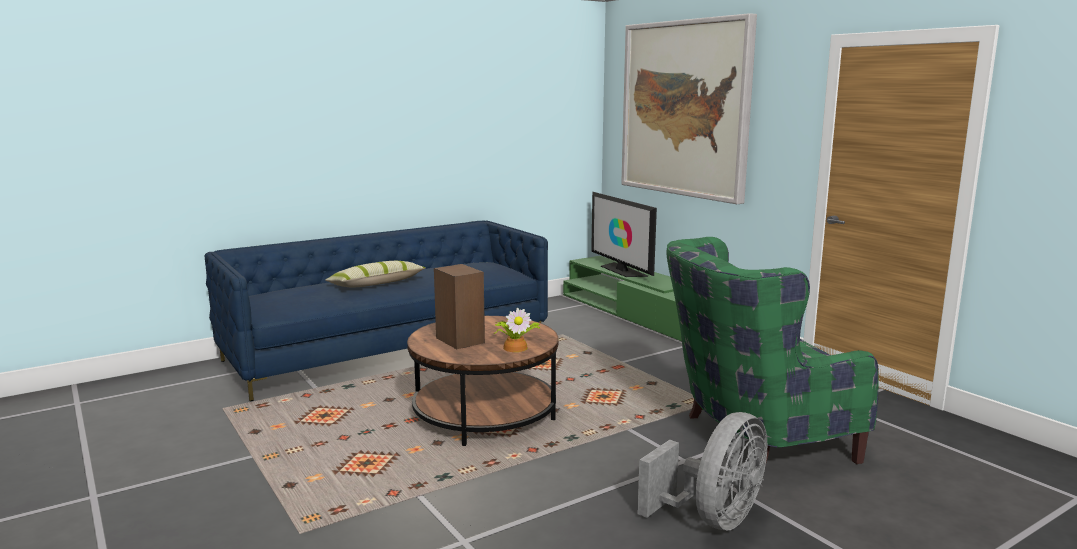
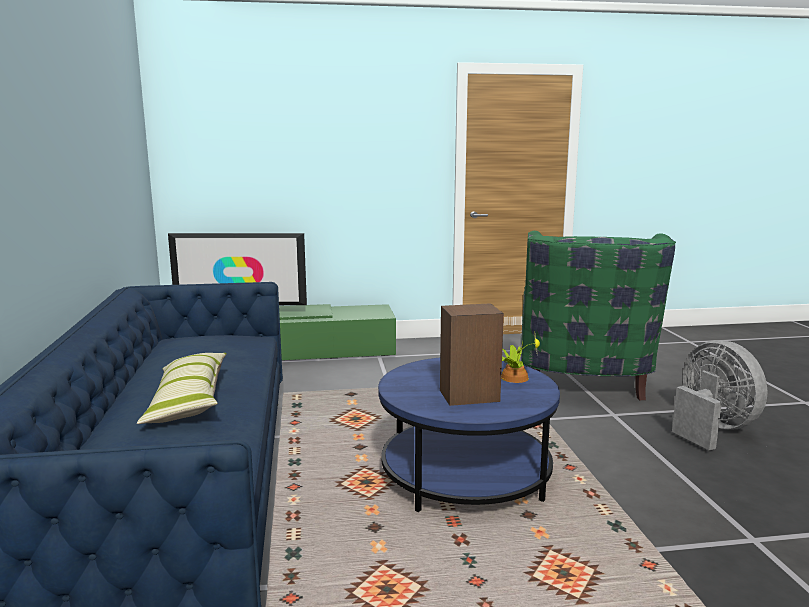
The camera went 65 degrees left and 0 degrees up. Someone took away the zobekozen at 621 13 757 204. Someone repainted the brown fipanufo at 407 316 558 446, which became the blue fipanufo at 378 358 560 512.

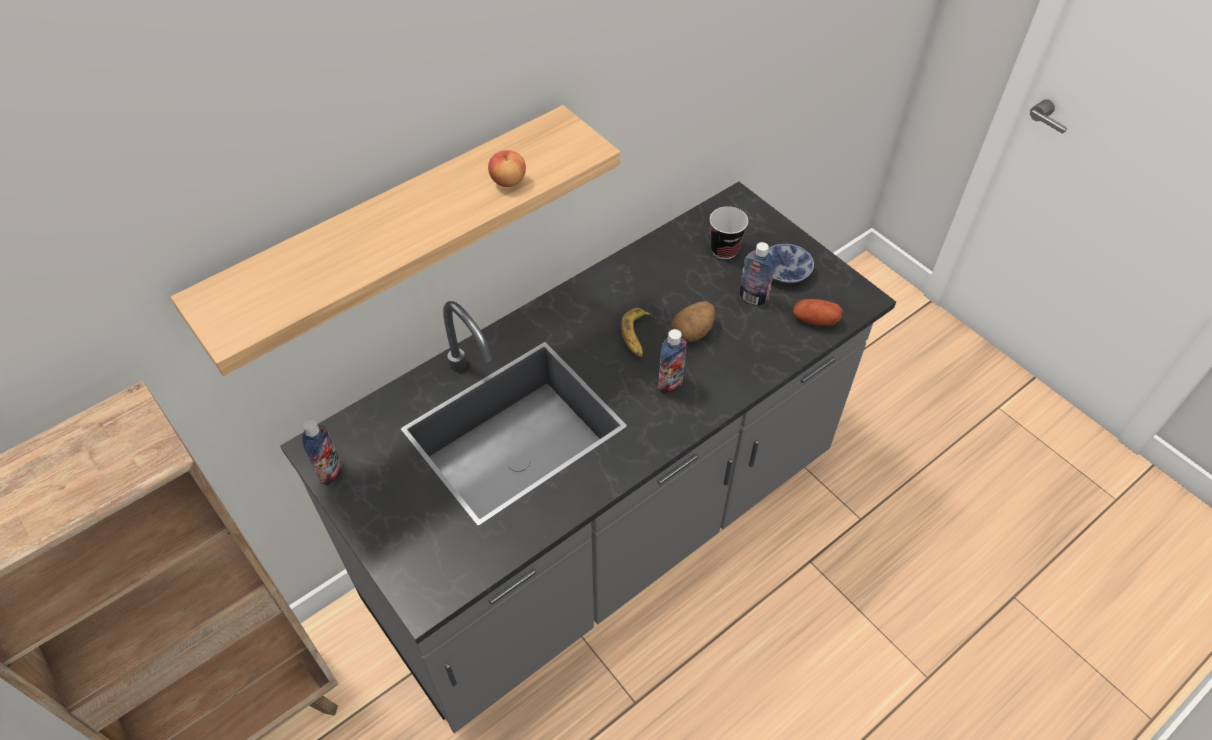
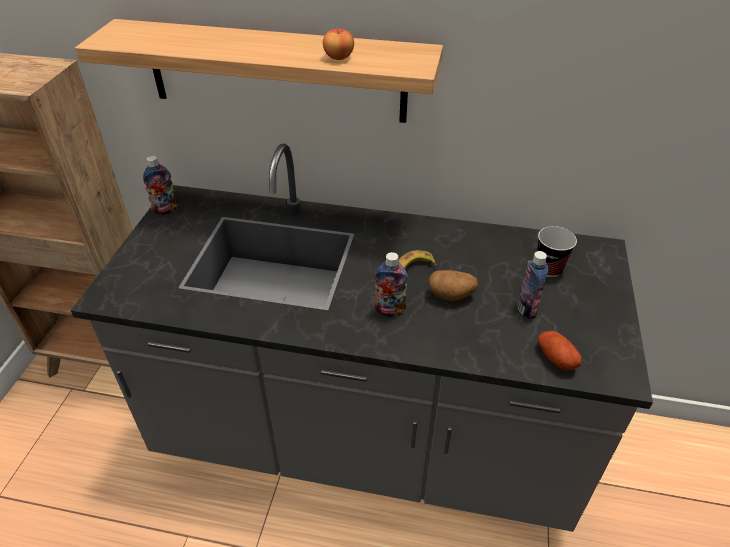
The camera went 50 degrees right and 10 degrees down. Someone took away the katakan at 768 244 814 283.

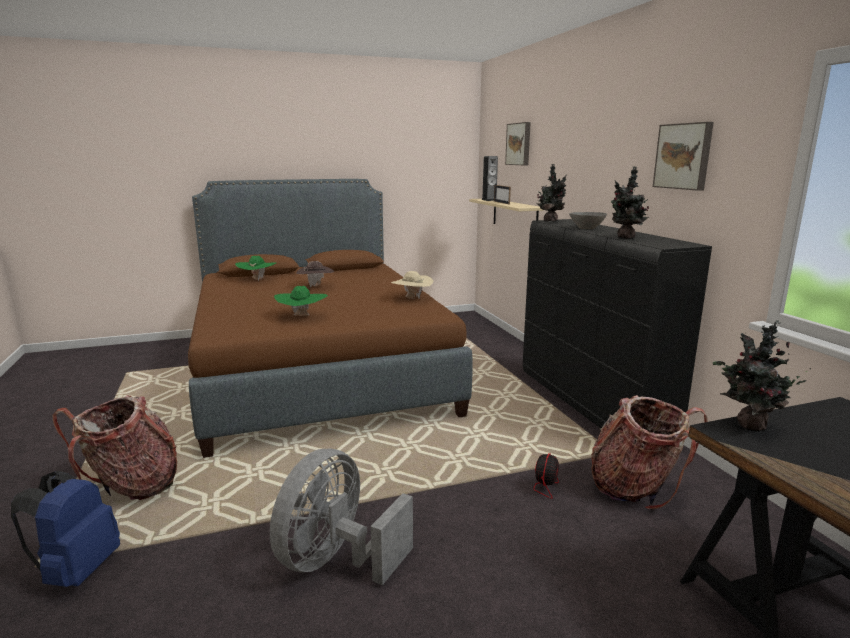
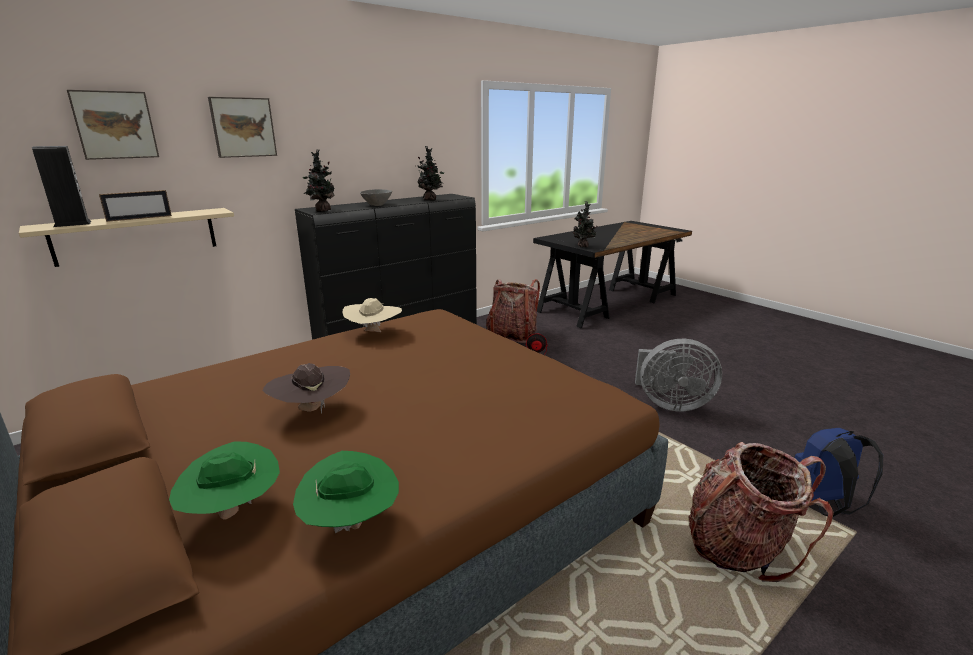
The camera went 110 degrees left and 5 degrees up. Someone carried the zobekozen from 653 122 714 191 to 208 97 277 158. Someone carried the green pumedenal from 274 286 328 316 to 293 451 399 533.

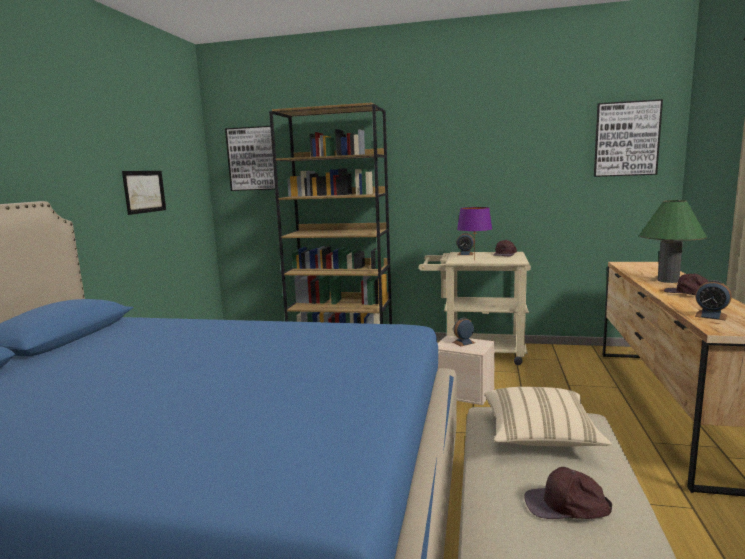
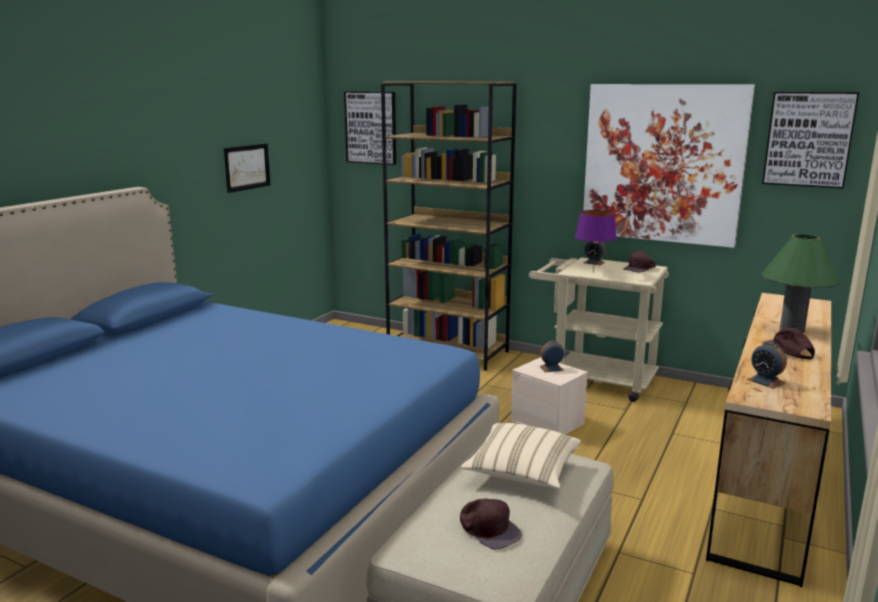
The camera went 15 degrees right and 5 degrees up. Someone rotated the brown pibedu at 524 467 612 519 by 150 degrees counterclockwise. Someone put up the zobekozen at 583 84 755 248.

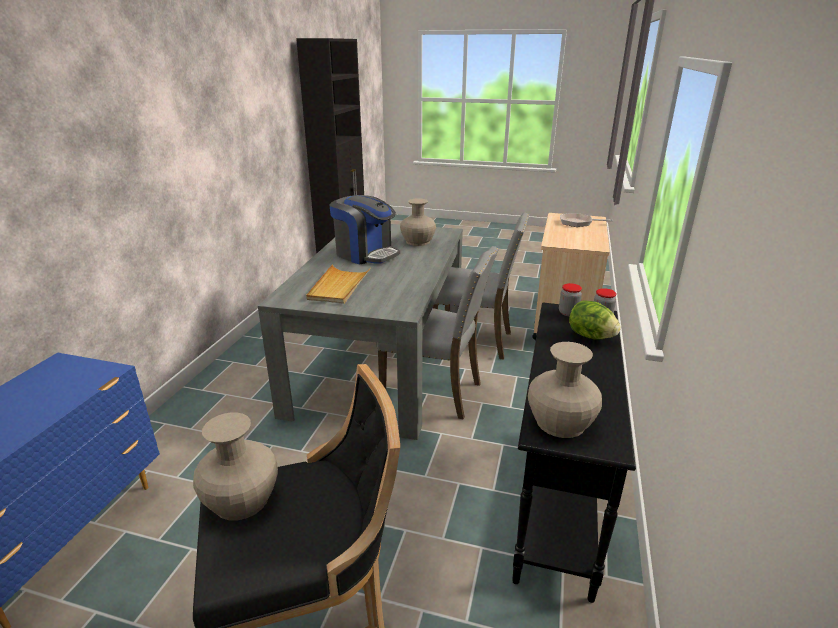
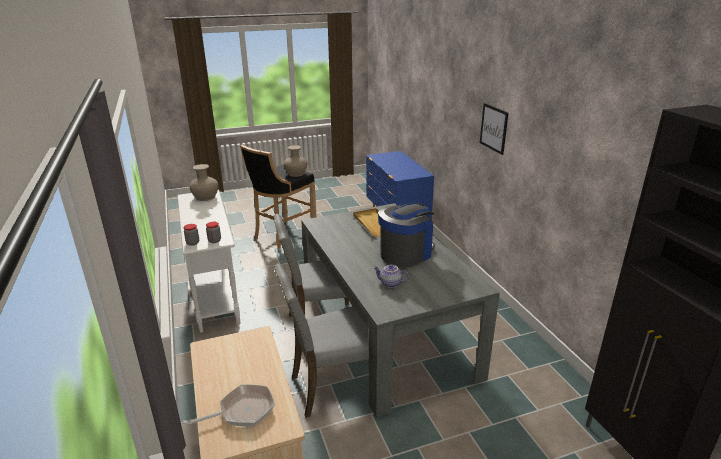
The camera went 145 degrees right and 0 degrees up. Someone rotated the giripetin at 329 195 400 264 by 135 degrees clockwise. Someone swapped the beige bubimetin at 400 198 436 246 for the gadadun at 373 264 409 288. Someone took away the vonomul at 569 300 621 340. Someone repainted the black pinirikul at 512 303 636 603, which became the white pinirikul at 177 190 241 333. Someone put up the zobekozen at 480 103 509 155.

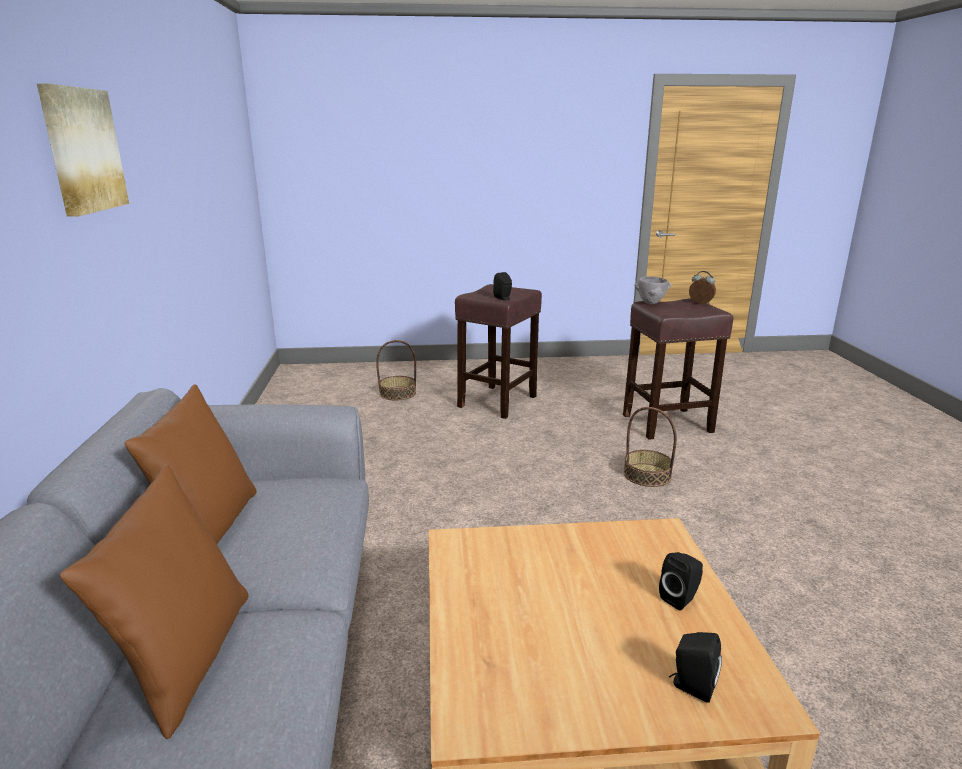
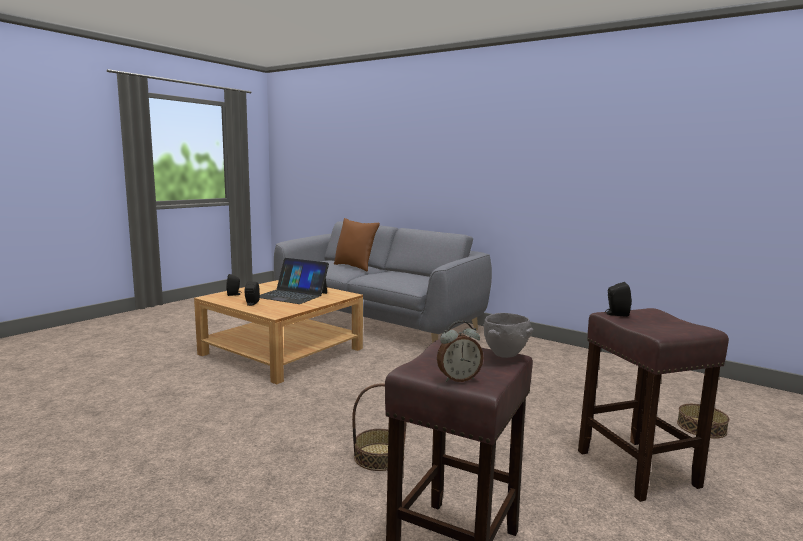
The camera went 130 degrees right and 10 degrees down. Someone took away the zobekozen at 37 84 129 216. Someone took away the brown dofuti at 124 384 257 544. Someone put down the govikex at 260 258 329 304.

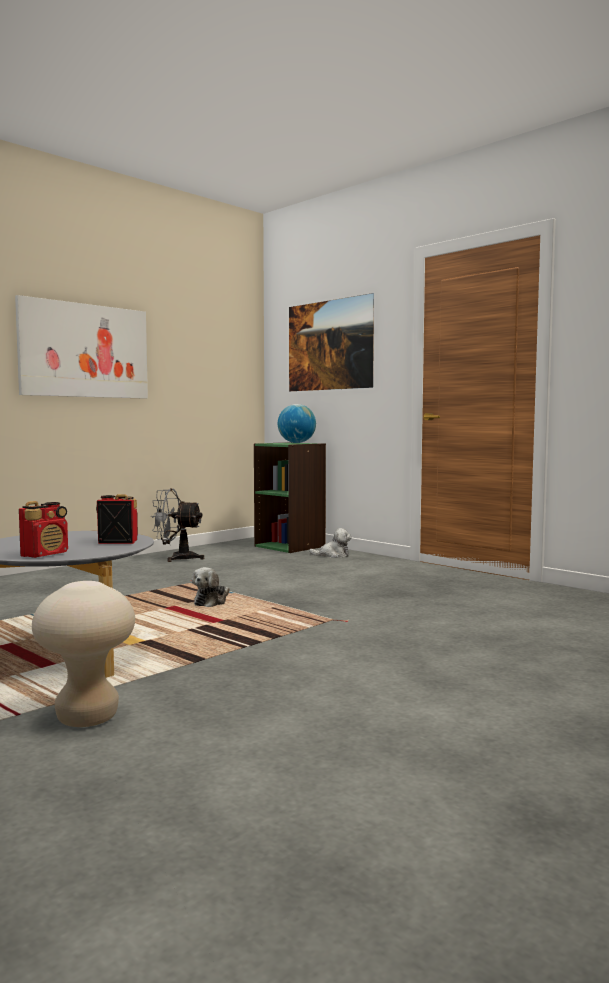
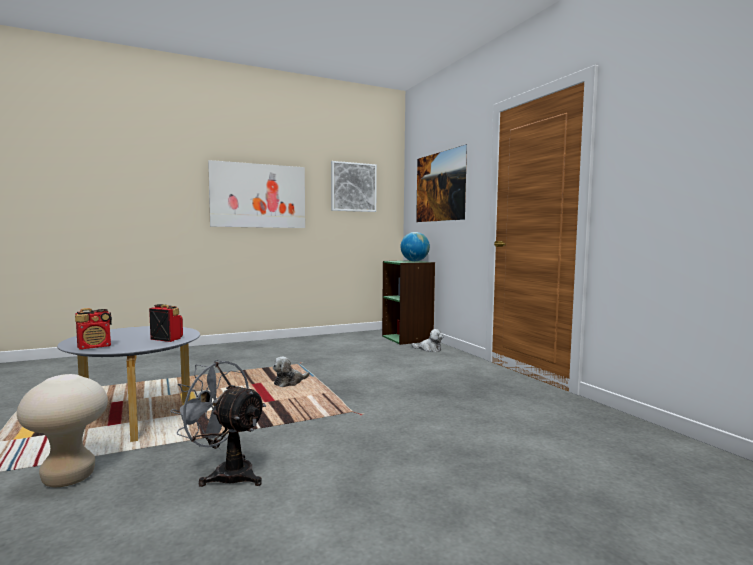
The camera went 20 degrees right and 0 degrees up. Someone carried the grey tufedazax from 151 488 204 562 to 170 360 266 487. Someone put up the zobekozen at 331 161 377 212.

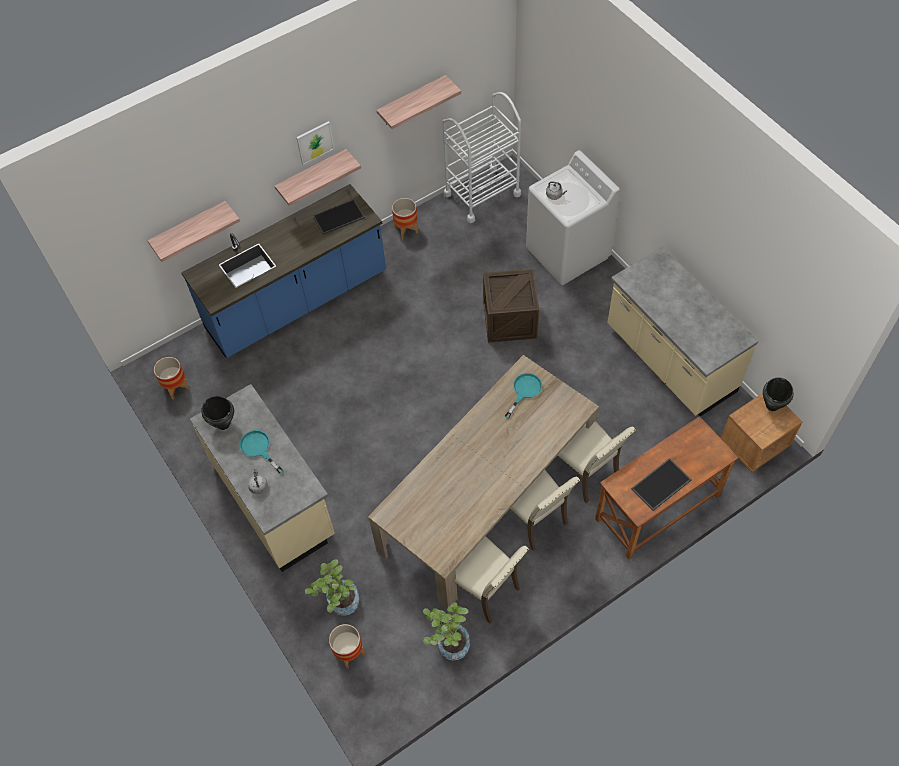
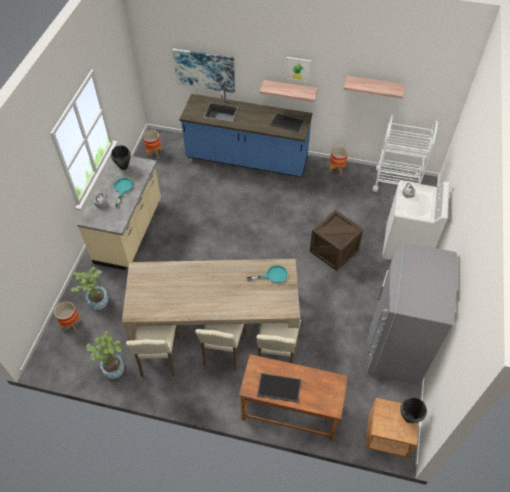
The camera went 45 degrees right and 5 degrees down. Someone swapped the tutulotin at 148 201 240 262 for the zobekozen at 172 48 235 93. Someone swapped the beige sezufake at 607 247 759 417 for the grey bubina at 366 241 458 385.

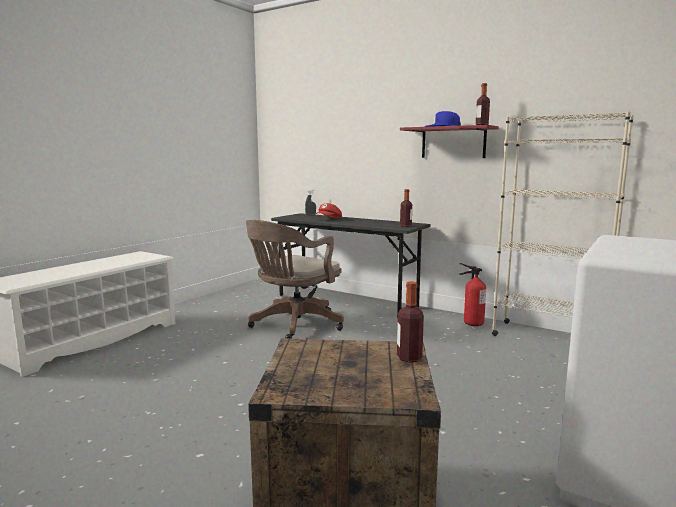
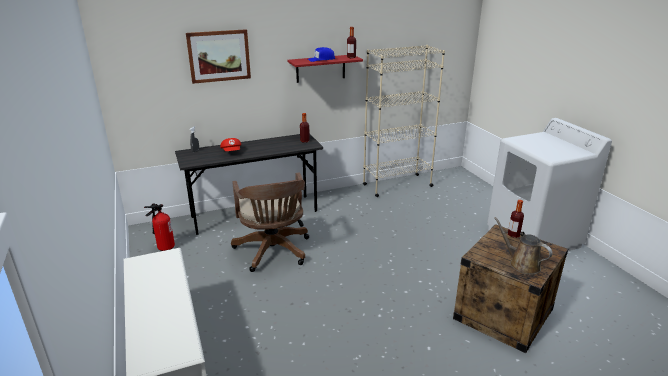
The camera went 55 degrees left and 15 degrees up. Someone carried the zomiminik from 459 263 486 326 to 144 203 175 251. Someone put up the zobekozen at 186 29 251 84. Someone put down the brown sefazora at 494 217 553 275.

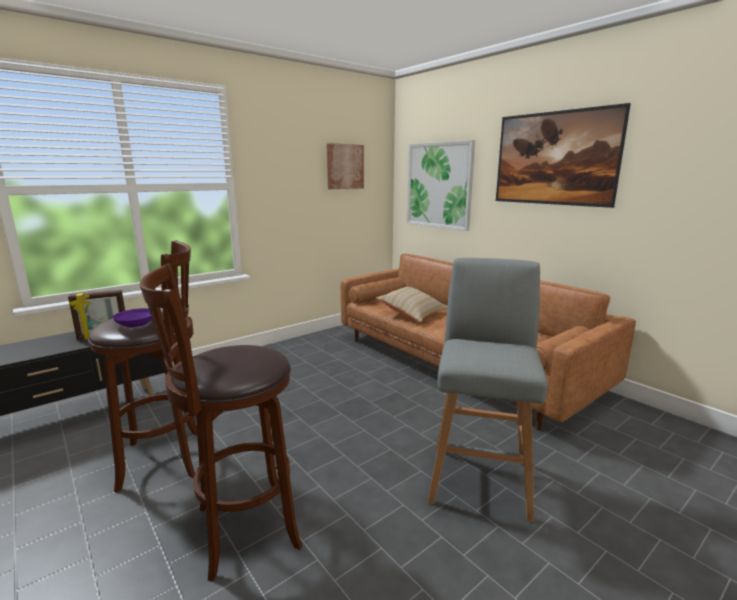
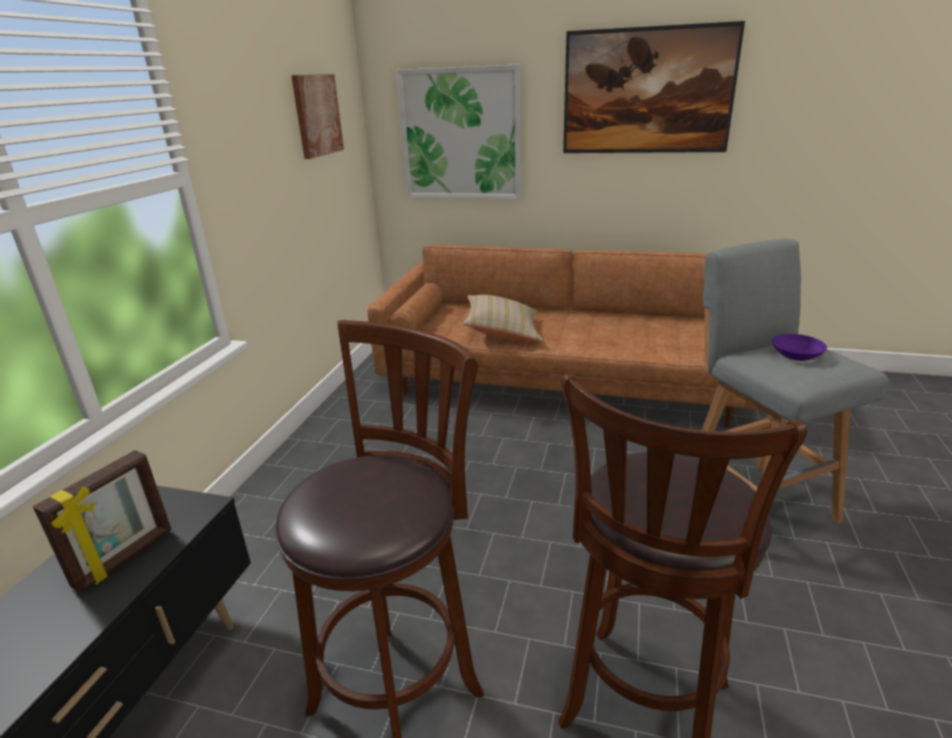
The camera went 35 degrees left and 10 degrees up. Someone carried the purple katakan from 112 308 152 327 to 772 334 827 361.

